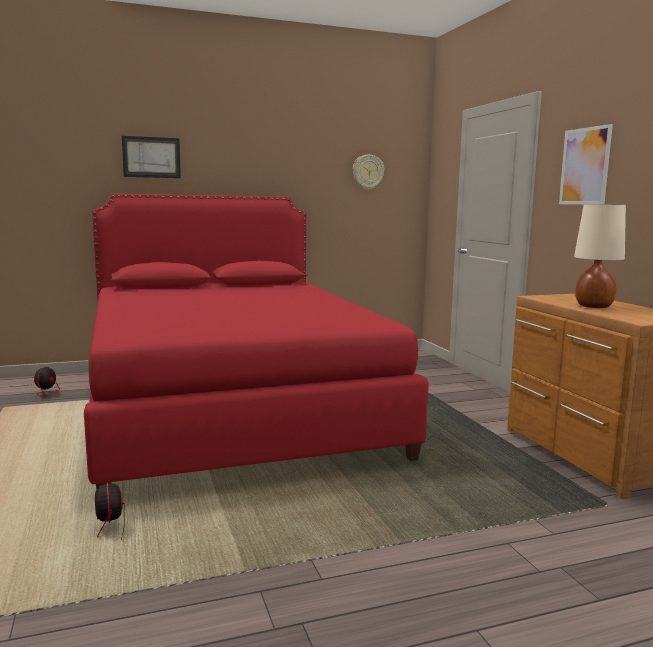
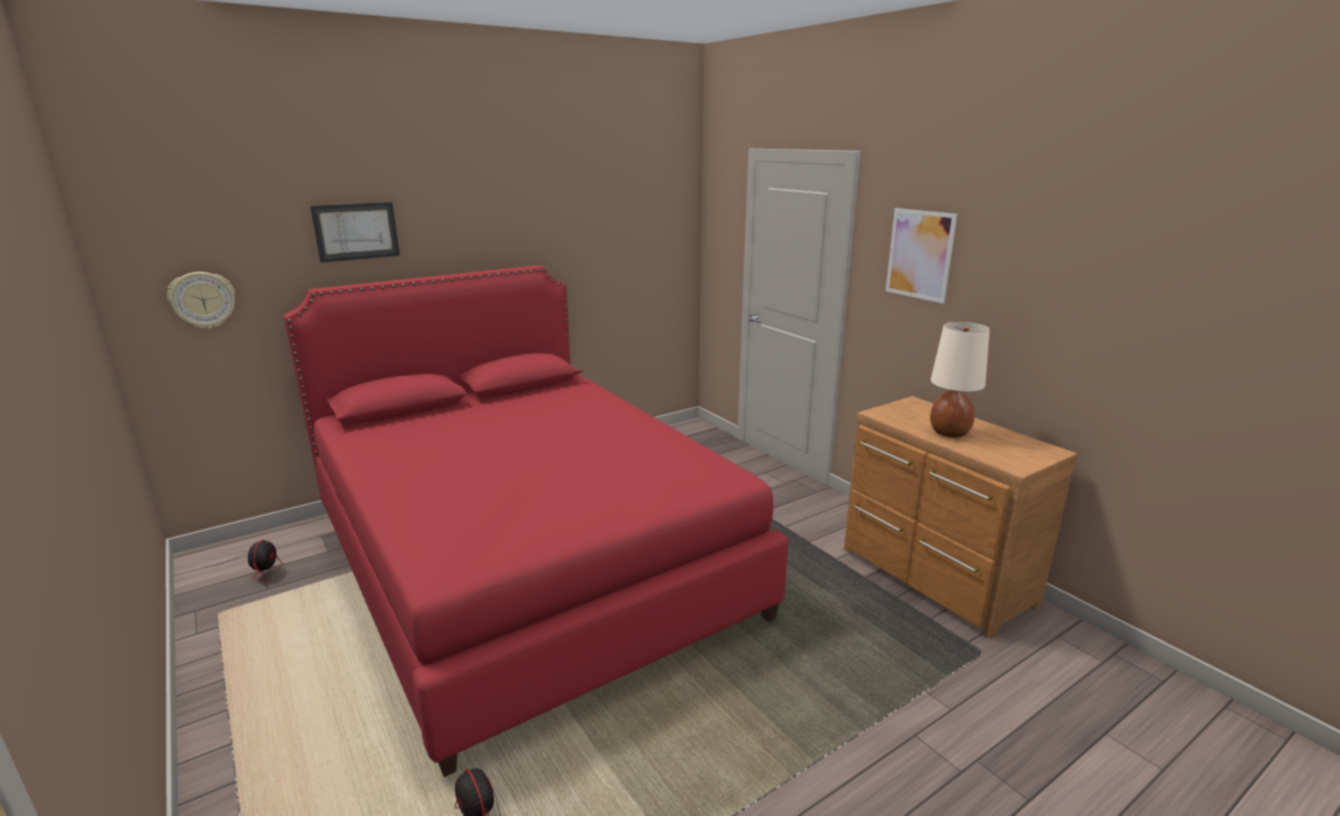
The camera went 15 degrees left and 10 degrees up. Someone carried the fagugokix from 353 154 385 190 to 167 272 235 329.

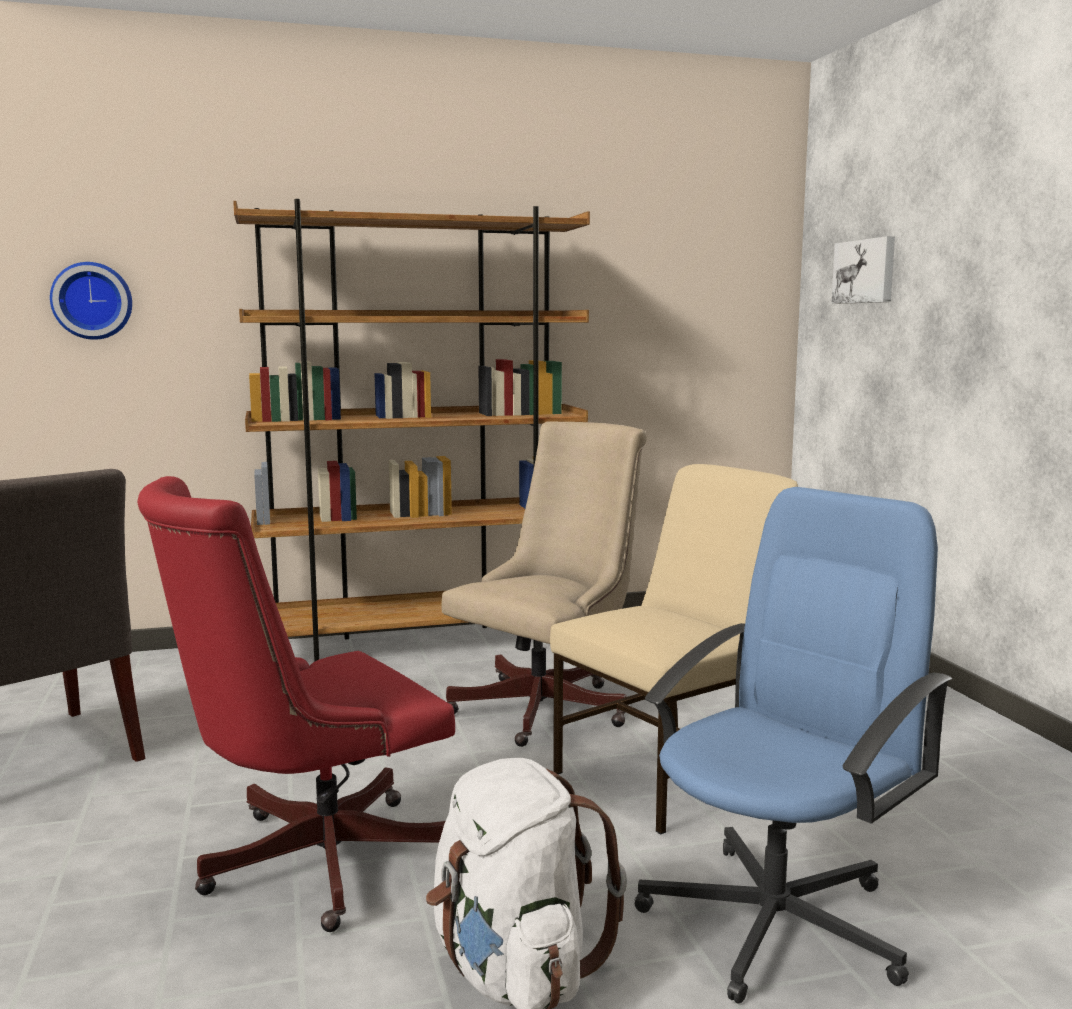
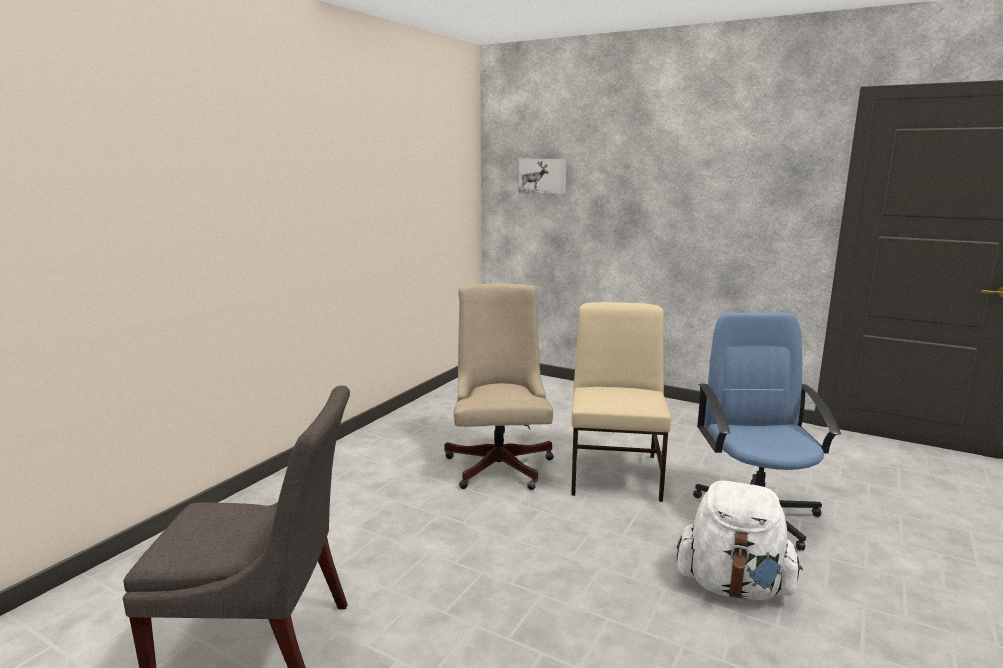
The camera went 45 degrees left and 5 degrees up. Someone took away the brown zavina at 233 199 590 662. Someone took away the fagugokix at 50 262 132 340. Someone took away the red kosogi at 137 476 455 932.

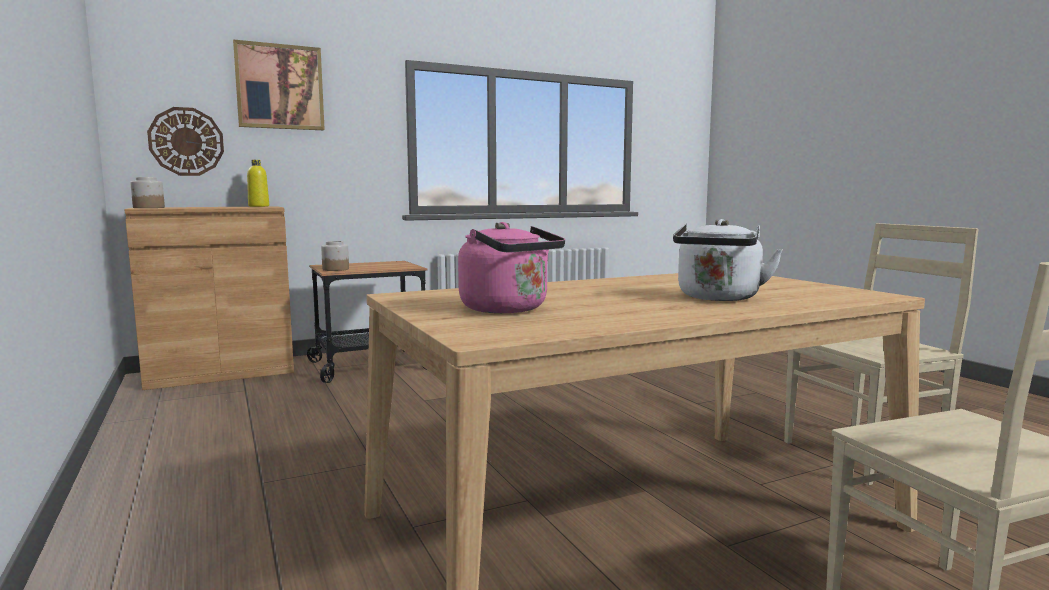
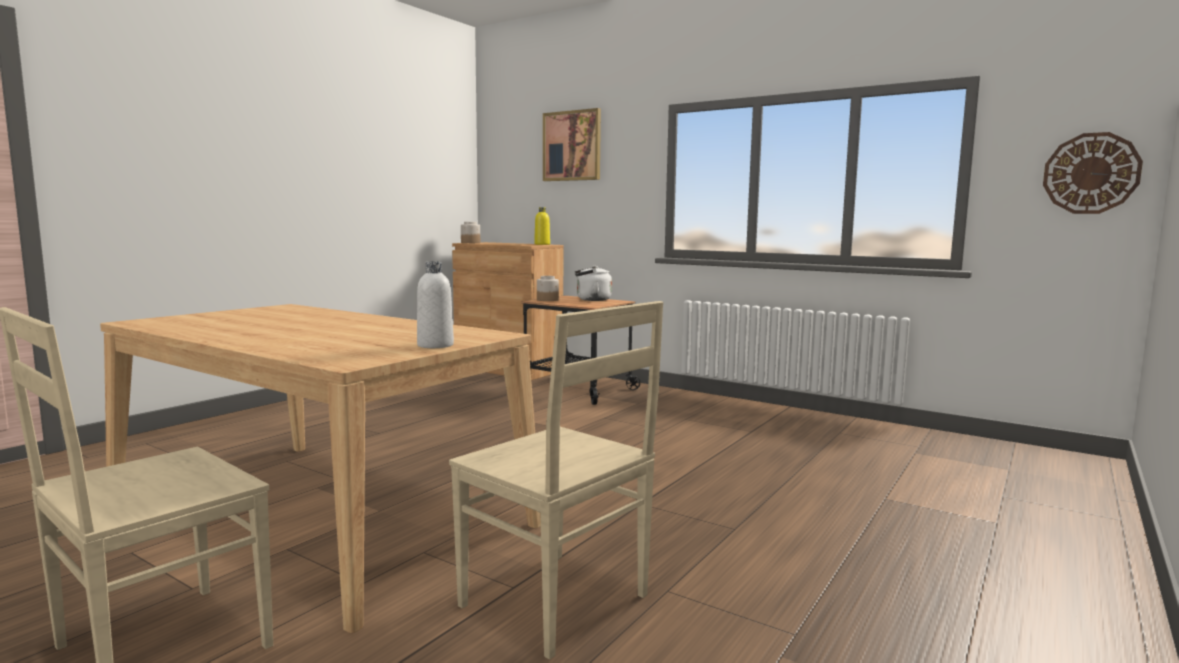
The camera went 60 degrees right and 0 degrees up. Someone carried the fagugokix from 147 107 224 176 to 1043 132 1143 214. Someone carried the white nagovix from 673 219 783 301 to 575 266 612 301. Someone took away the pink nagovix at 458 222 565 313. Someone put down the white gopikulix at 417 262 454 348.

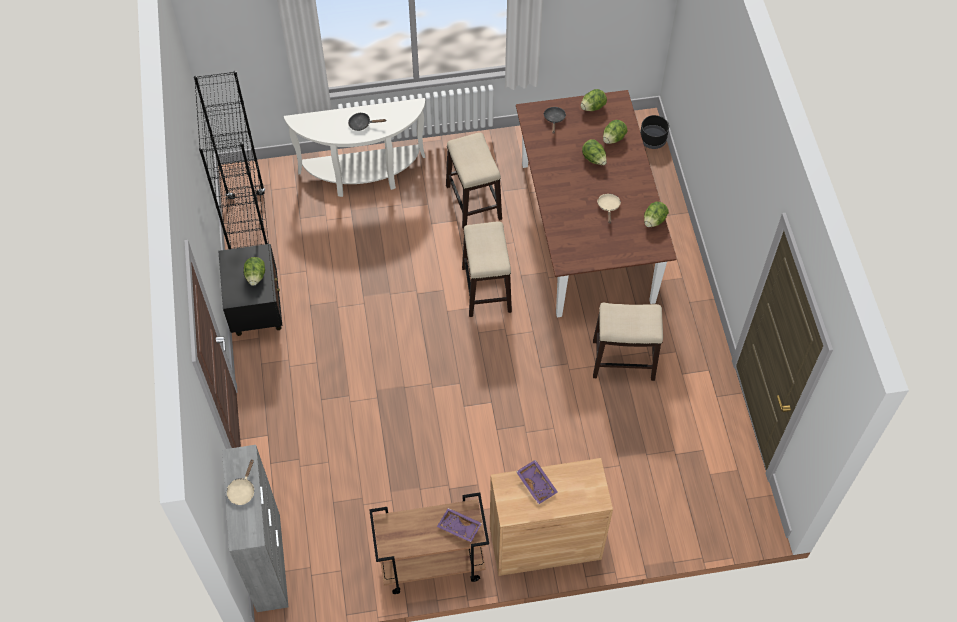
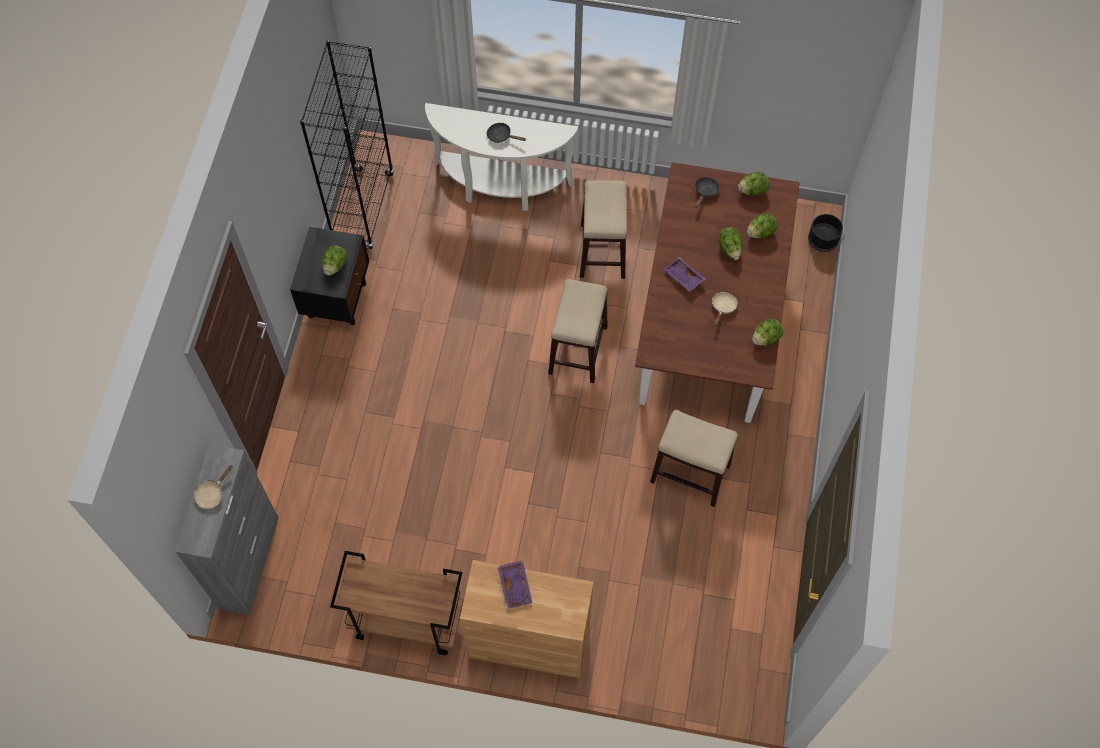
The camera went 20 degrees right and 5 degrees up. Someone carried the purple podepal from 437 508 482 542 to 663 257 706 292.

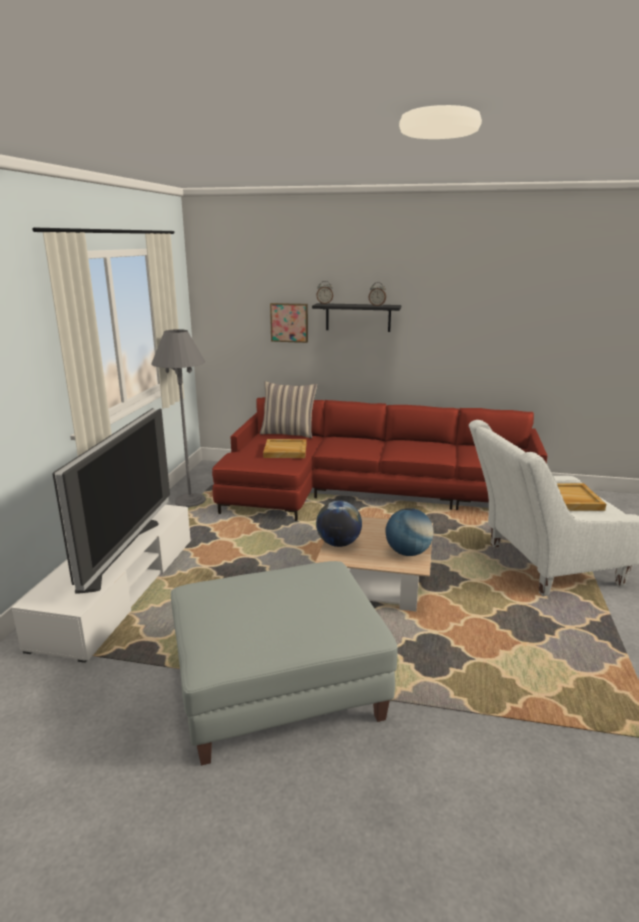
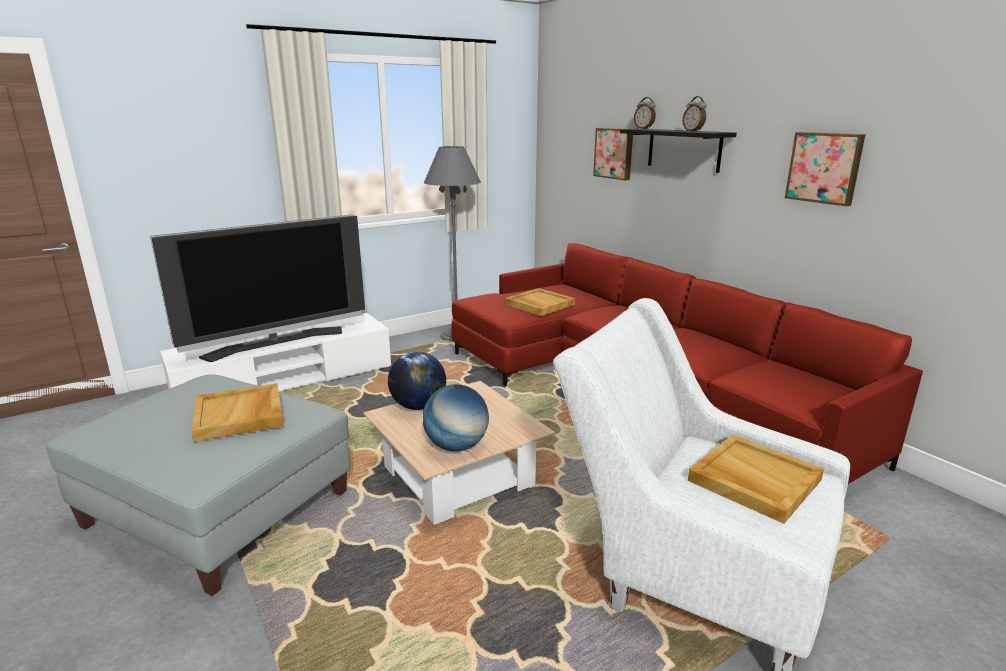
The camera went 45 degrees right and 0 degrees up. Someone took away the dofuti at 260 381 317 438. Someone put up the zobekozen at 785 132 865 206. Someone put down the beige podepal at 191 383 284 442.

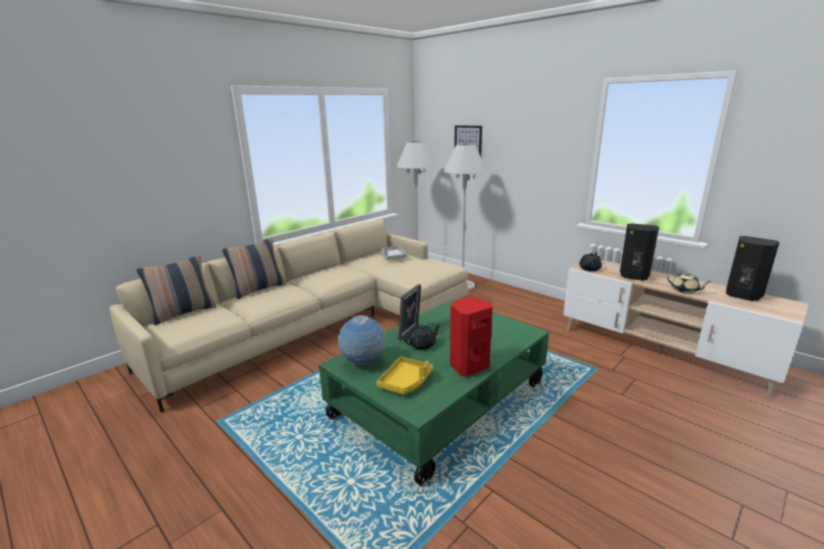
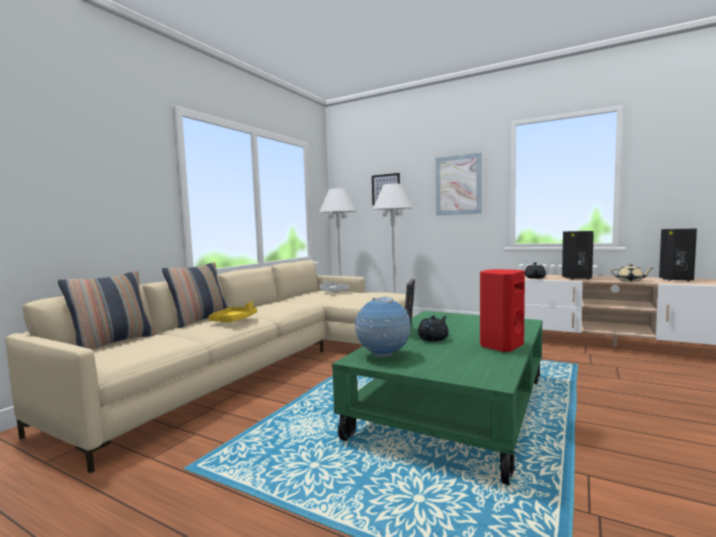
The camera went 15 degrees left and 15 degrees down. Someone carried the yellow podepal from 376 357 433 395 to 209 302 257 322. Someone put up the zobekozen at 436 153 482 216.

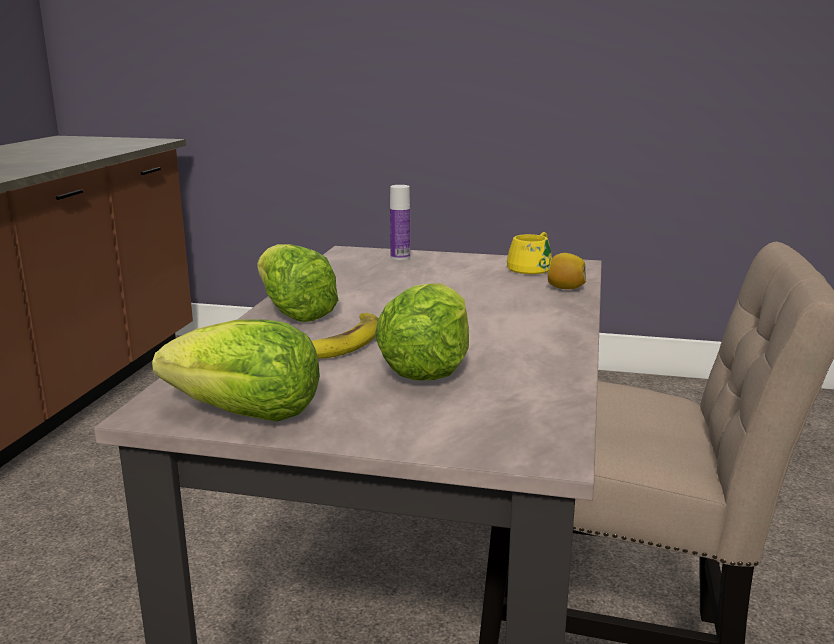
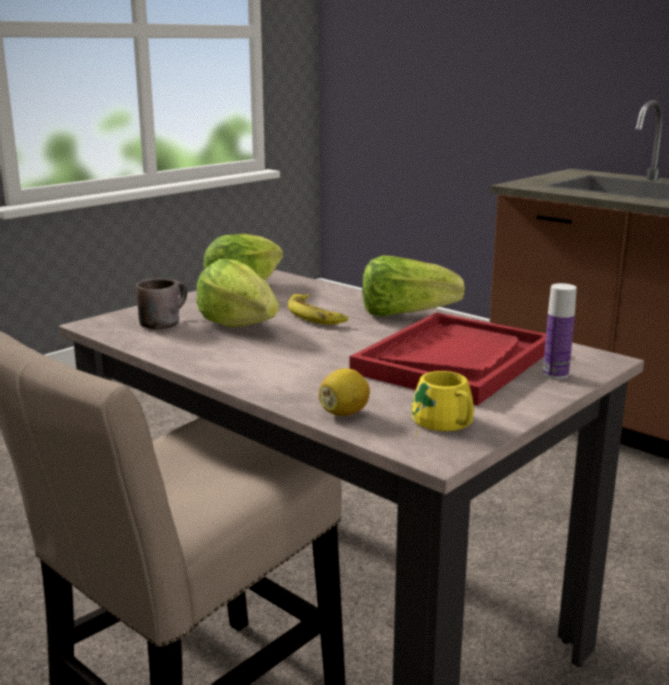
The camera went 120 degrees right and 0 degrees up. Someone put down the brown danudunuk at 136 278 187 330. Someone put down the red podepal at 350 312 546 405.

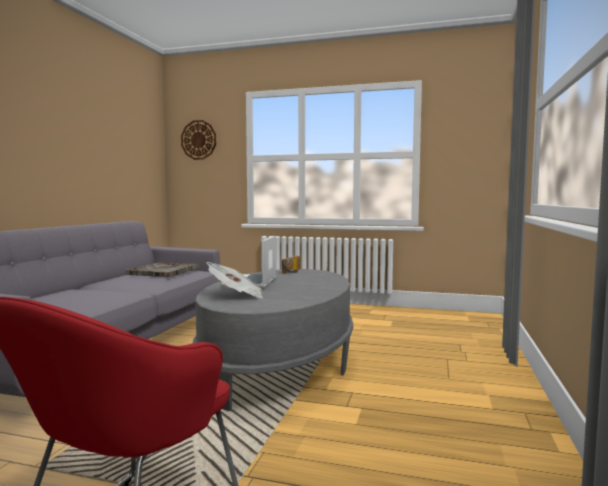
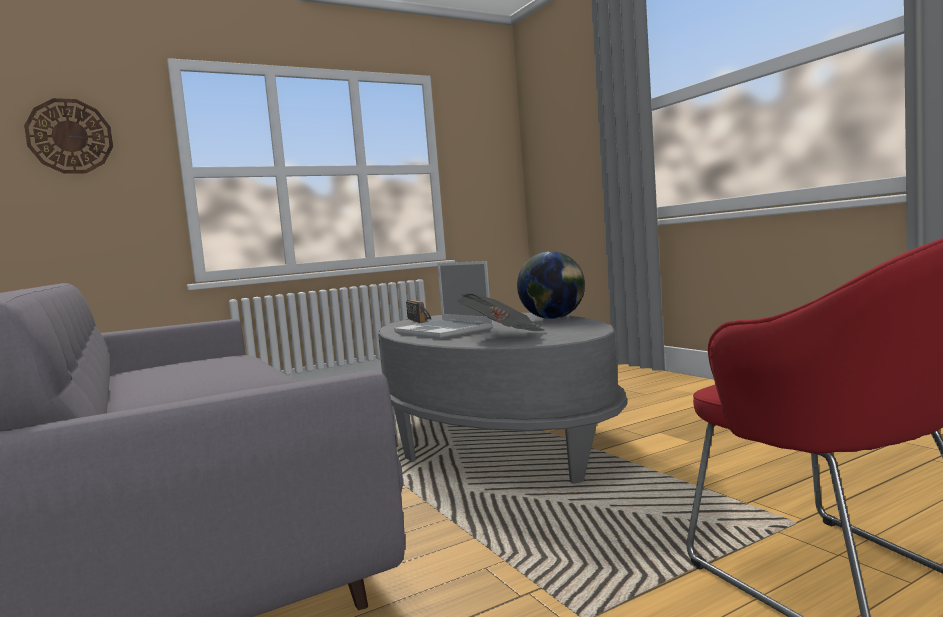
The camera went 45 degrees left and 0 degrees up. Someone took away the grey podepal at 126 263 199 277. Someone put down the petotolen at 517 251 585 319.

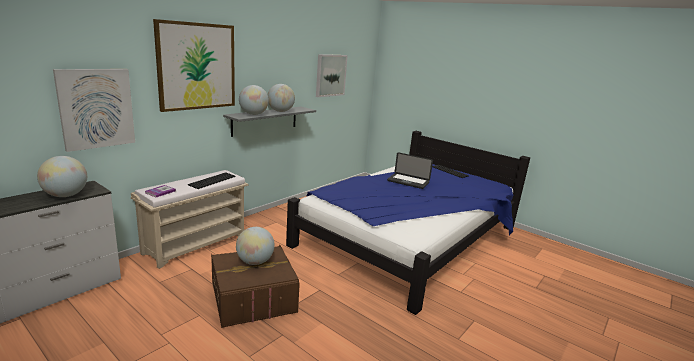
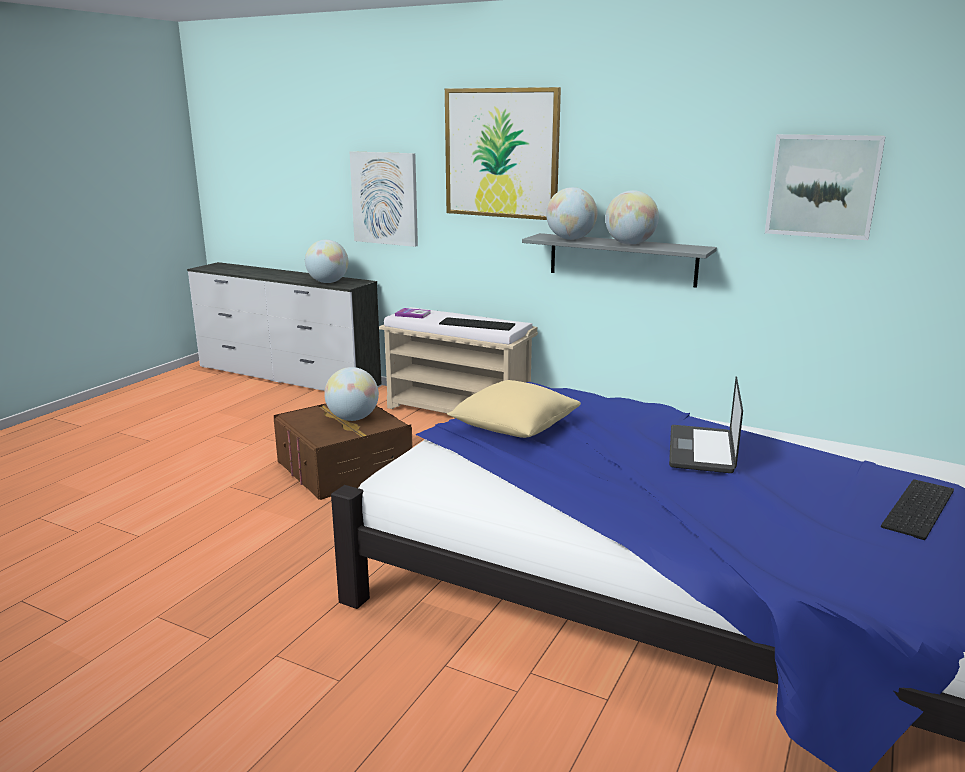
The camera went 80 degrees right and 0 degrees up. Someone put down the beige dofuti at 447 380 581 438.

